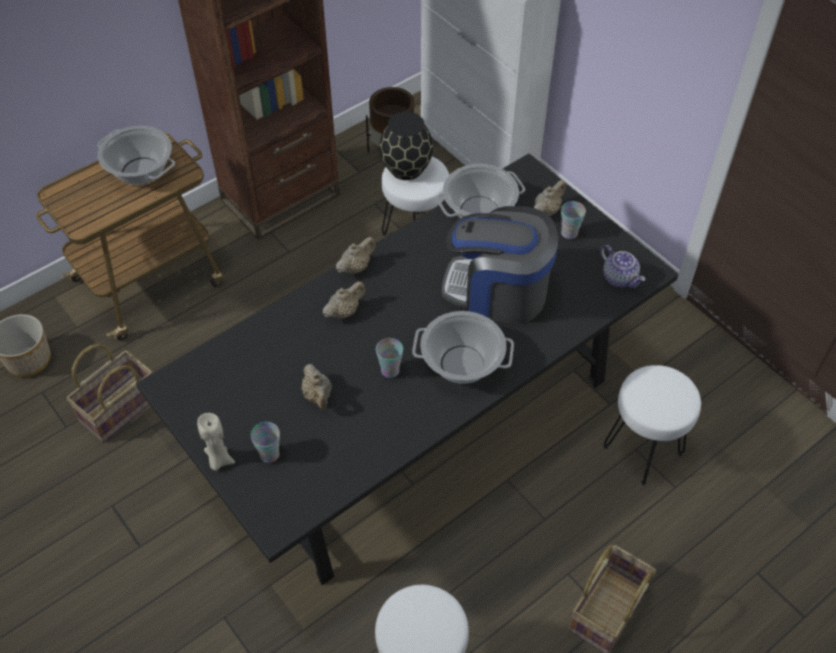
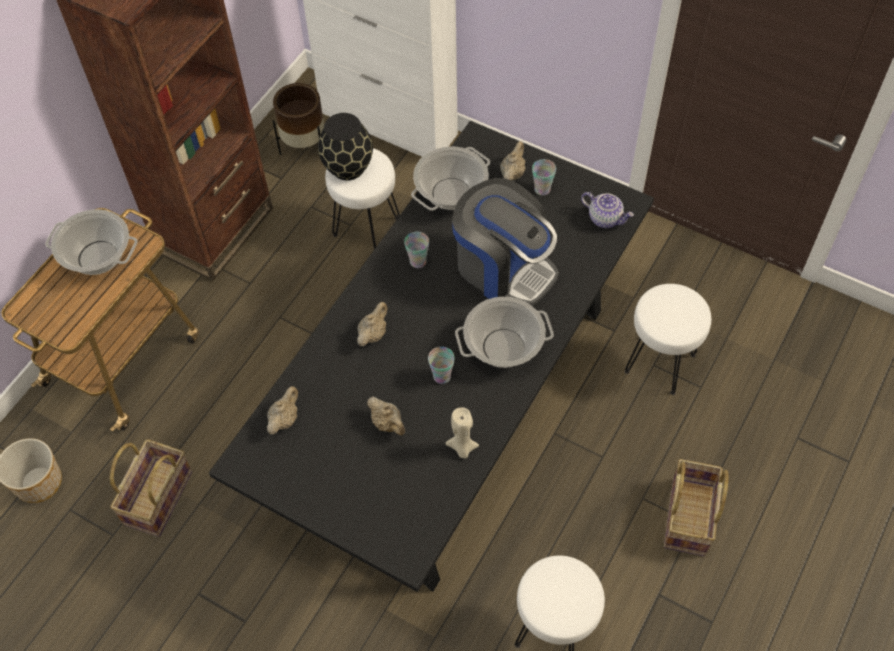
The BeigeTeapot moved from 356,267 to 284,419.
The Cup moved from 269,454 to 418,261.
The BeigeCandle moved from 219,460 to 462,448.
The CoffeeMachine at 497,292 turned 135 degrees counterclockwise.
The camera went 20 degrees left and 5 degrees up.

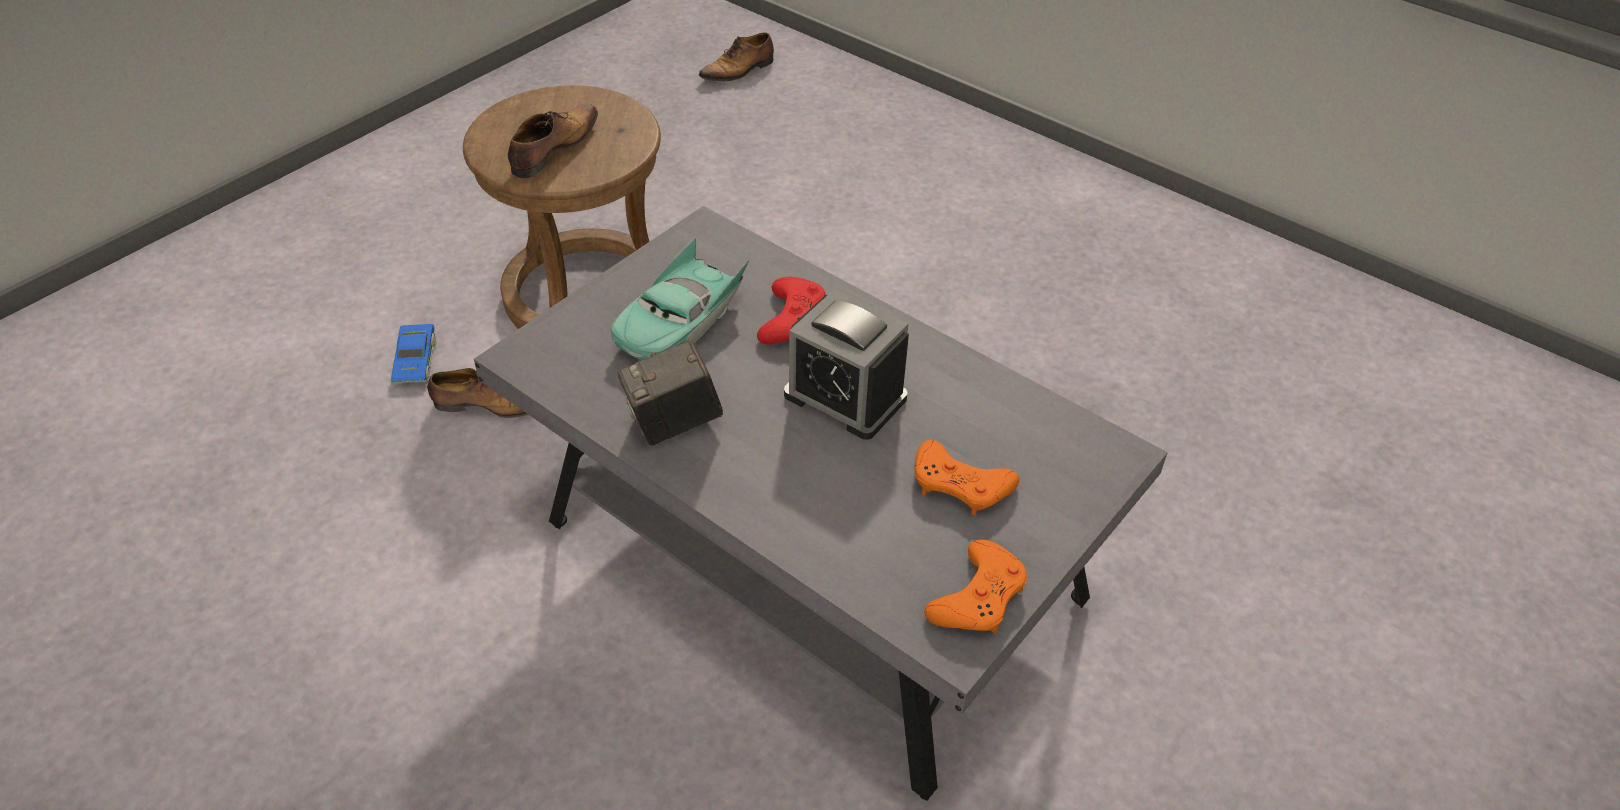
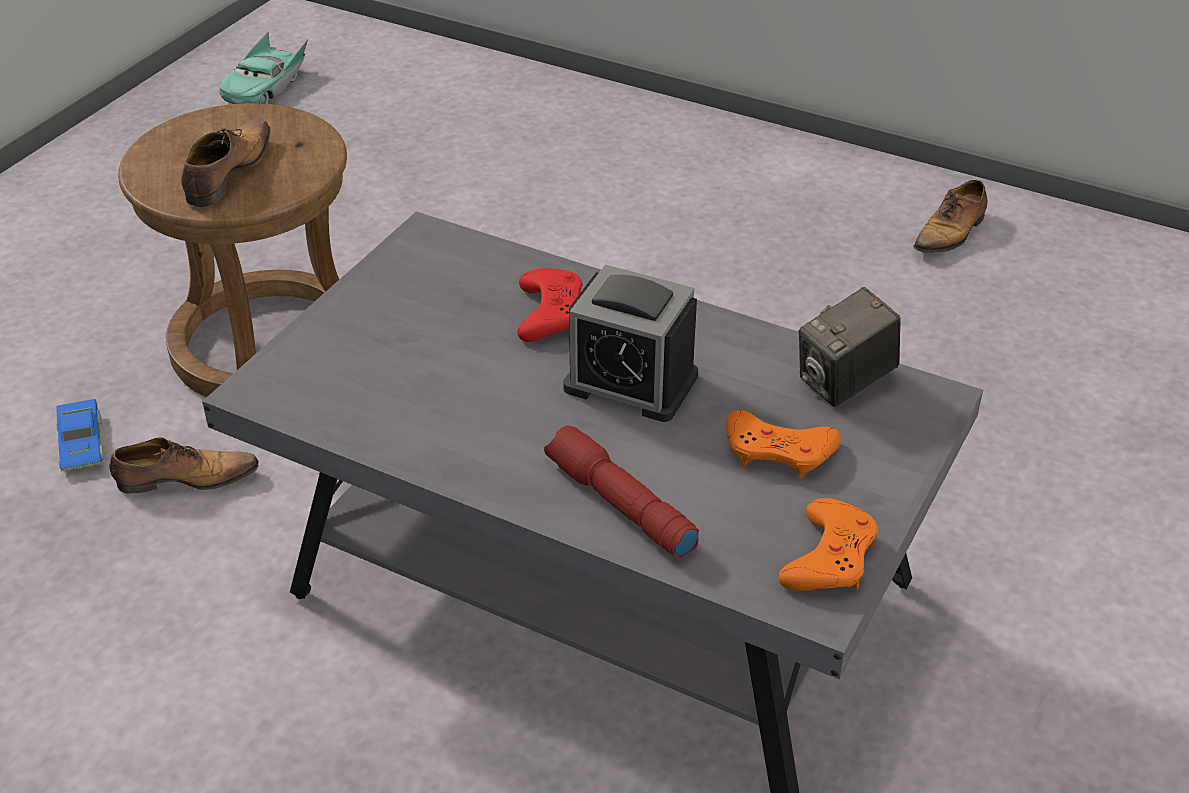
The TurquoiseToyCar moved from 680,323 to 265,87.
The RedFlashlight at 618,505 appeared.
The PhotoCamera moved from 674,423 to 844,383.
The Shoe moved from 739,70 to 950,233.
The camera went 10 degrees left and 5 degrees down.

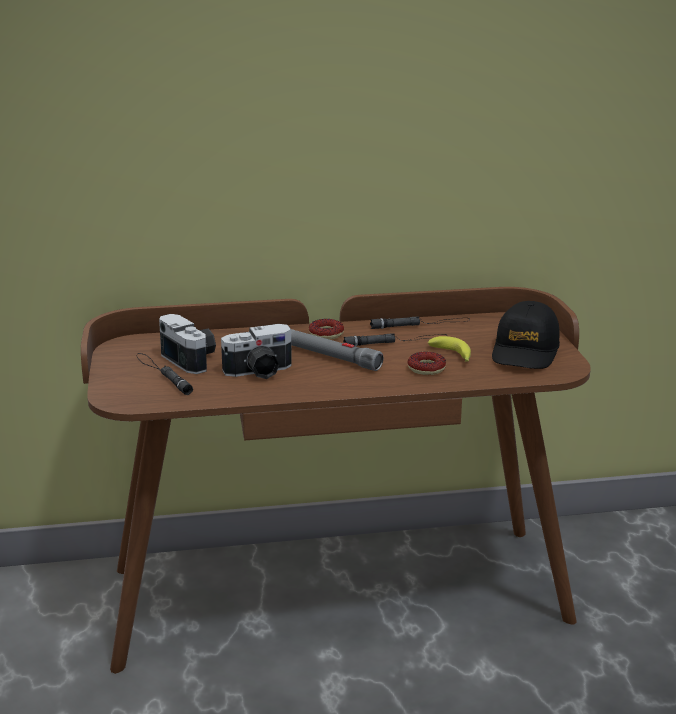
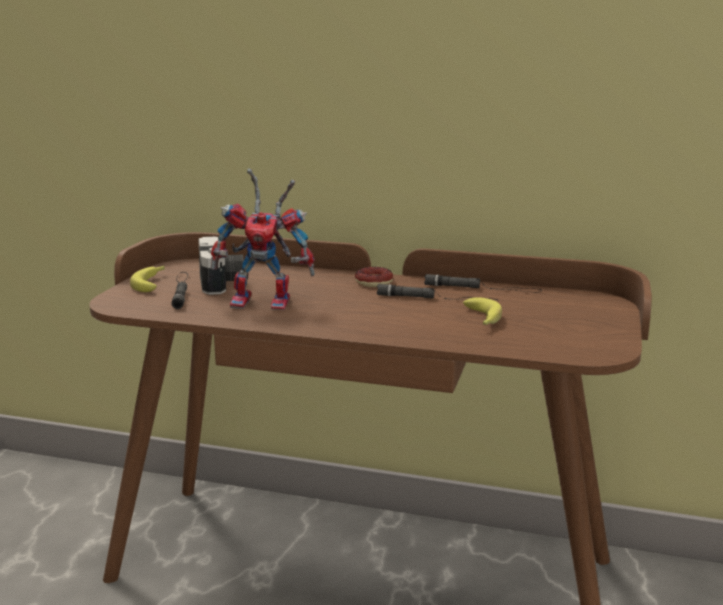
The Banana at 152,283 appeared.
The PhotoCamera at 259,372 was replaced by the ToyRobot at 267,302.
The GreyFlashlight at 331,357 disappeared.
The Donut at 426,368 disappeared.
The BlackCap at 525,351 disappeared.
The camera went 25 degrees right and 5 degrees down.

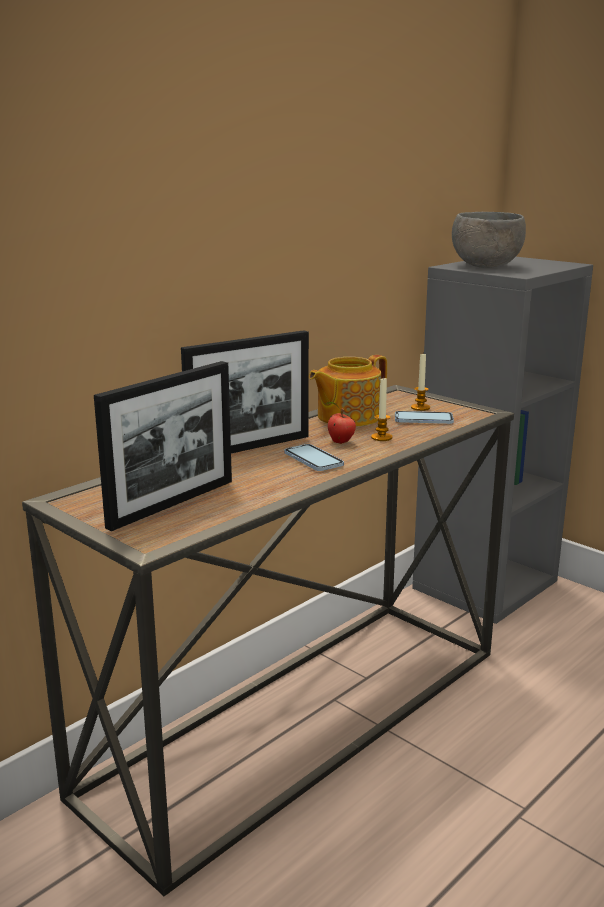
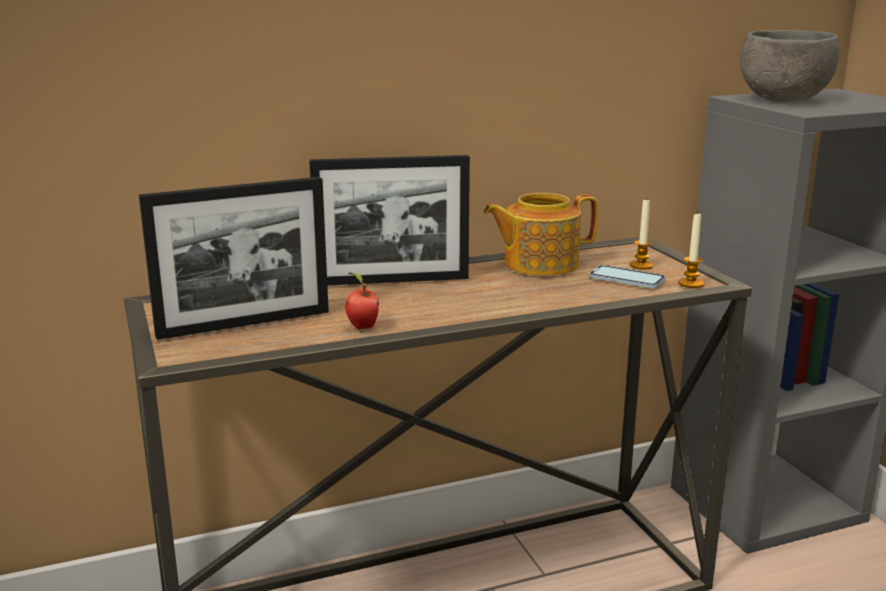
The Apple moved from 339,442 to 361,326.
The Candle moved from 381,437 to 690,284.
The Phone at 313,460 disappeared.
The camera went 25 degrees right and 0 degrees up.

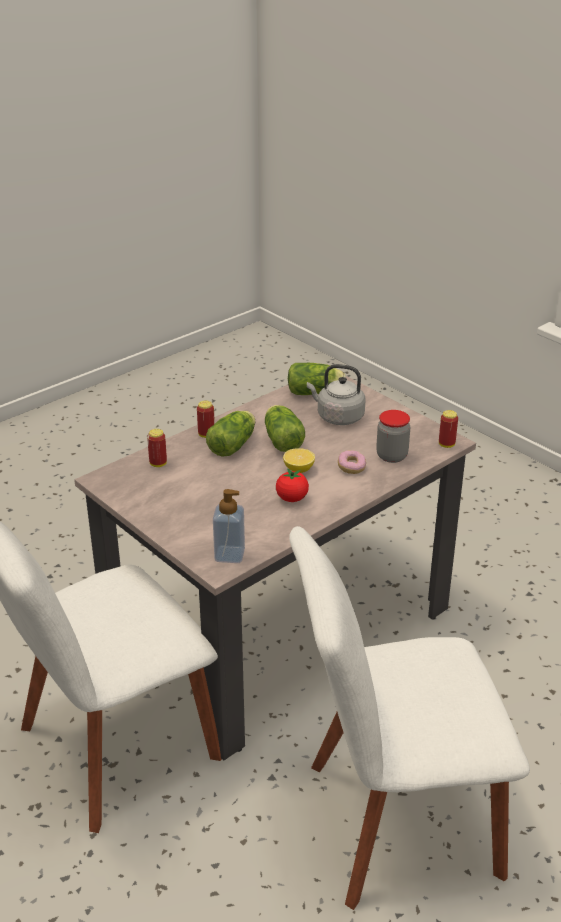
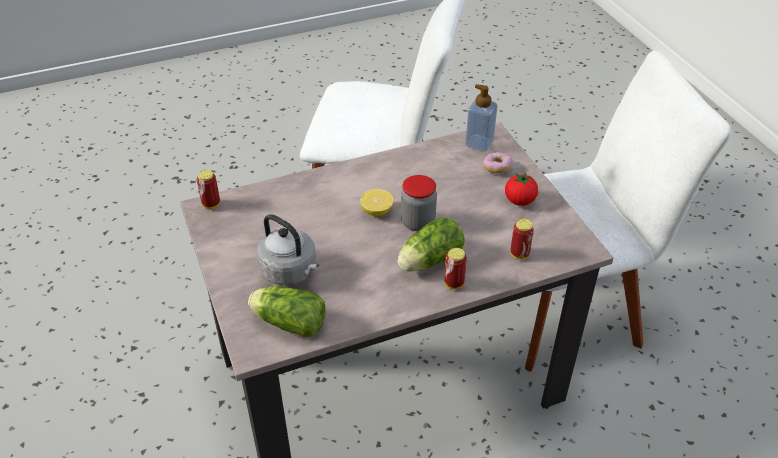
The Jar moved from 391,456 to 418,222.
The Donut moved from 351,467 to 497,168.
The Tomato moved from 292,498 to 519,201.
The Lettuce at 282,439 disappeared.
The camera went 160 degrees left and 10 degrees up.

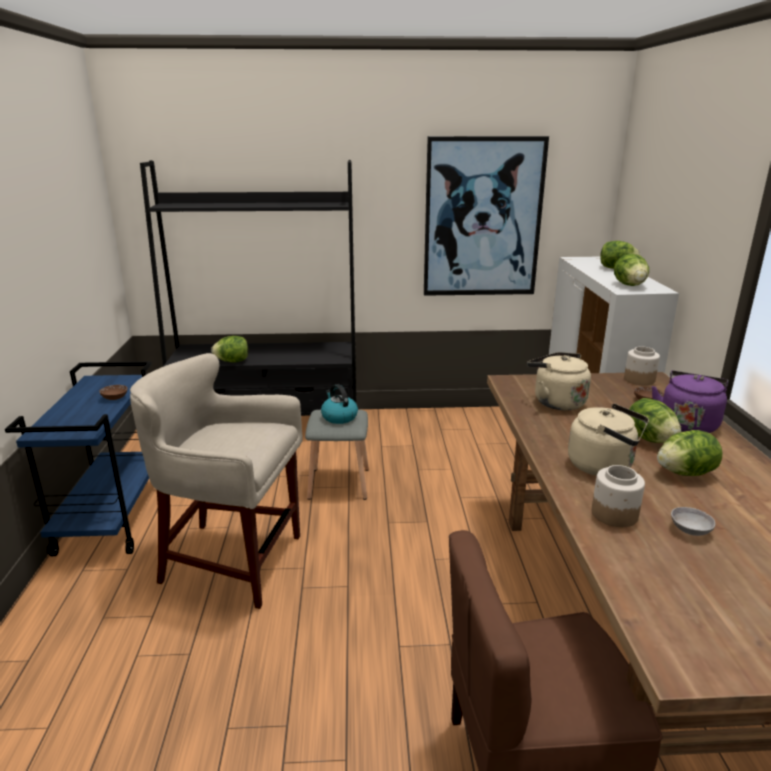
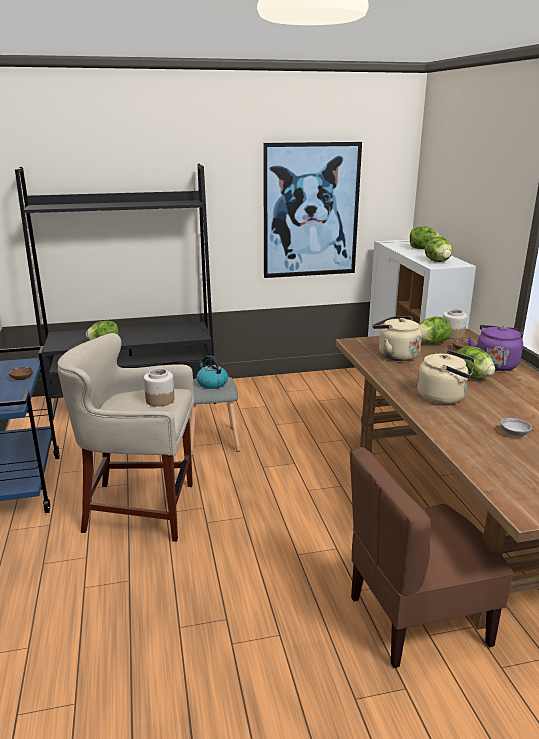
The Jar moved from 613,514 to 159,400.
The Lettuce moved from 685,473 to 431,343.
The camera went 10 degrees left and 0 degrees up.

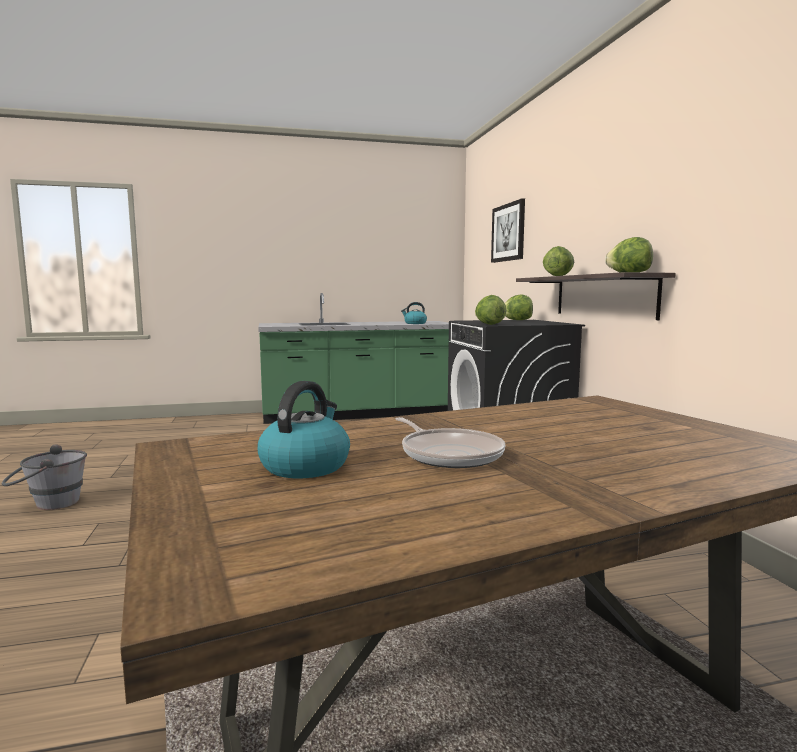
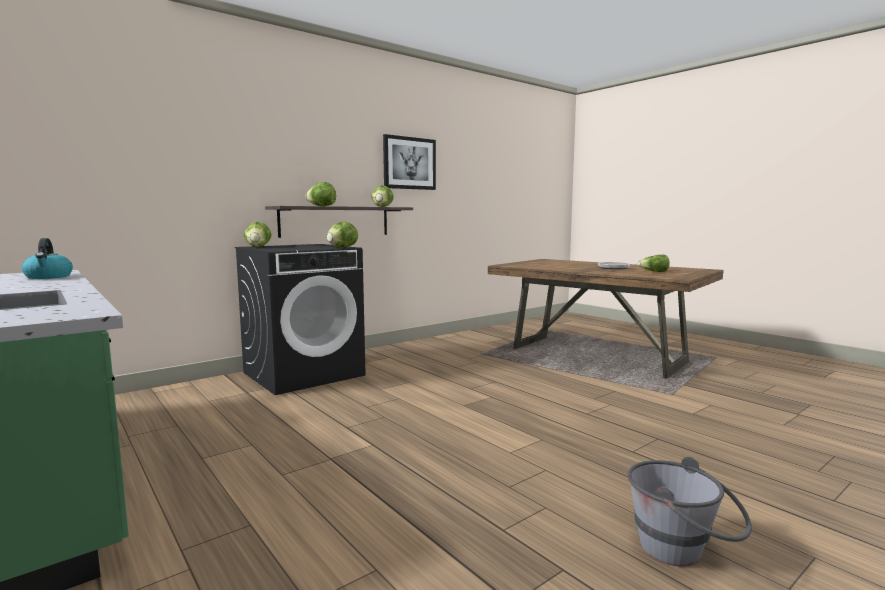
The Picture moved from 508,232 to 409,163.
The Kettle at 305,466 was replaced by the Lettuce at 654,272.
The camera went 115 degrees left and 0 degrees up.

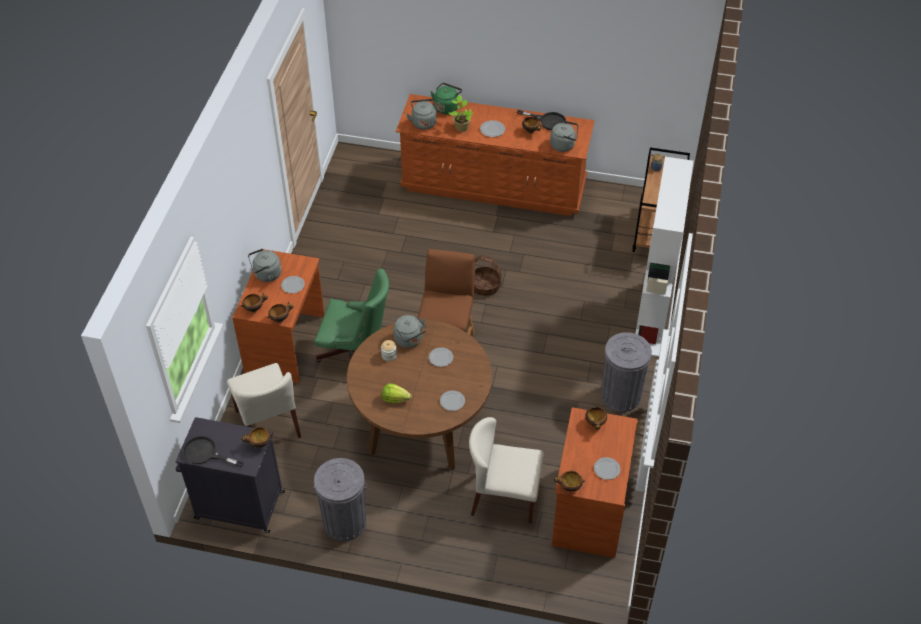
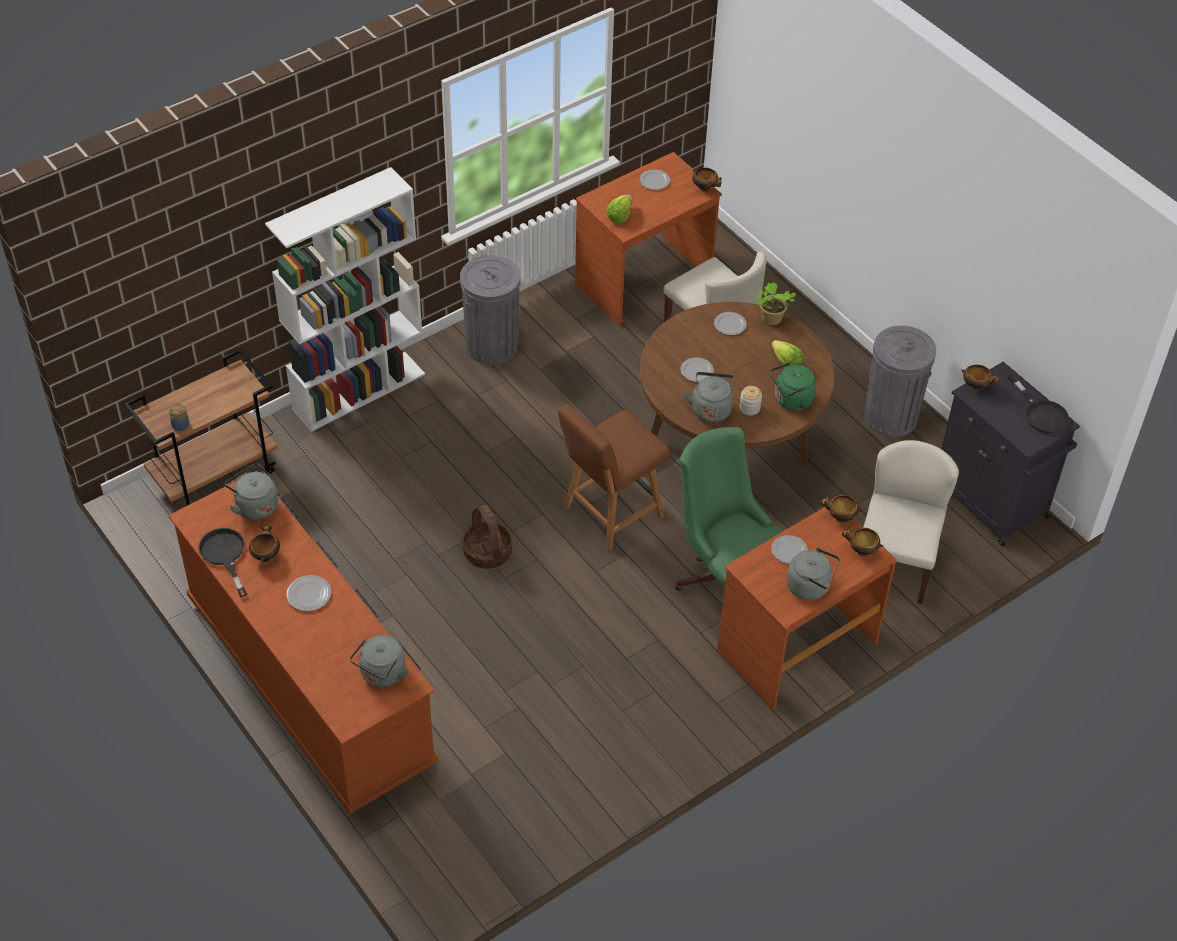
The Bowl at 595,424 was replaced by the Lettuce at 619,216.
The PottedPlant moved from 461,127 to 771,319.
The GreenKettle moved from 446,107 to 791,400.
The camera went 140 degrees left and 0 degrees up.

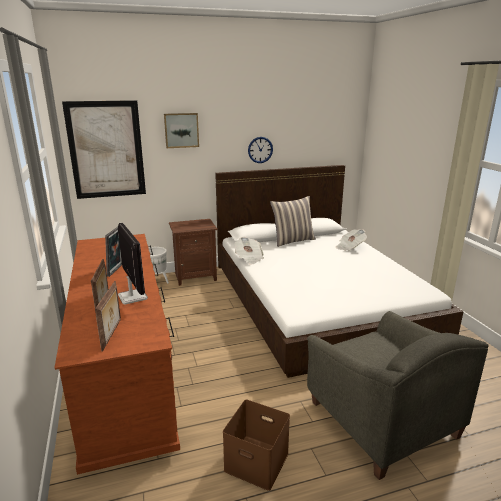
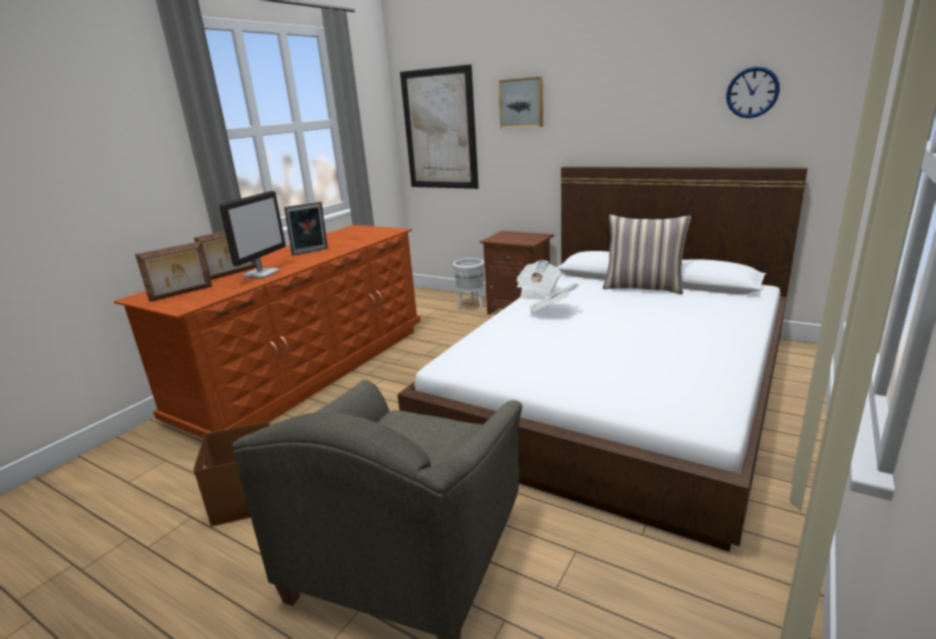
The Newspaper moved from 350,247 to 552,311.
The WallClock moved from 260,150 to 752,92.
The camera went 50 degrees right and 0 degrees up.

